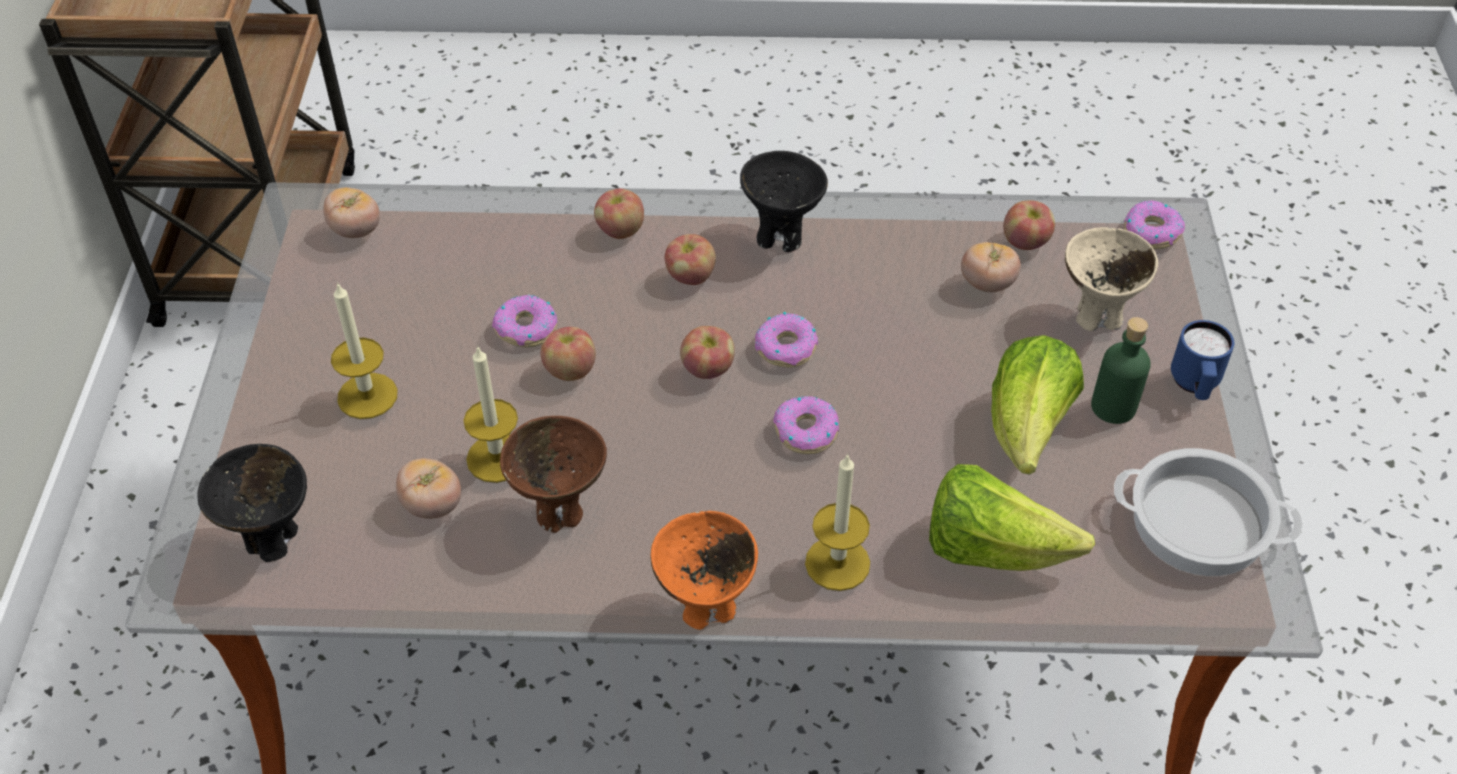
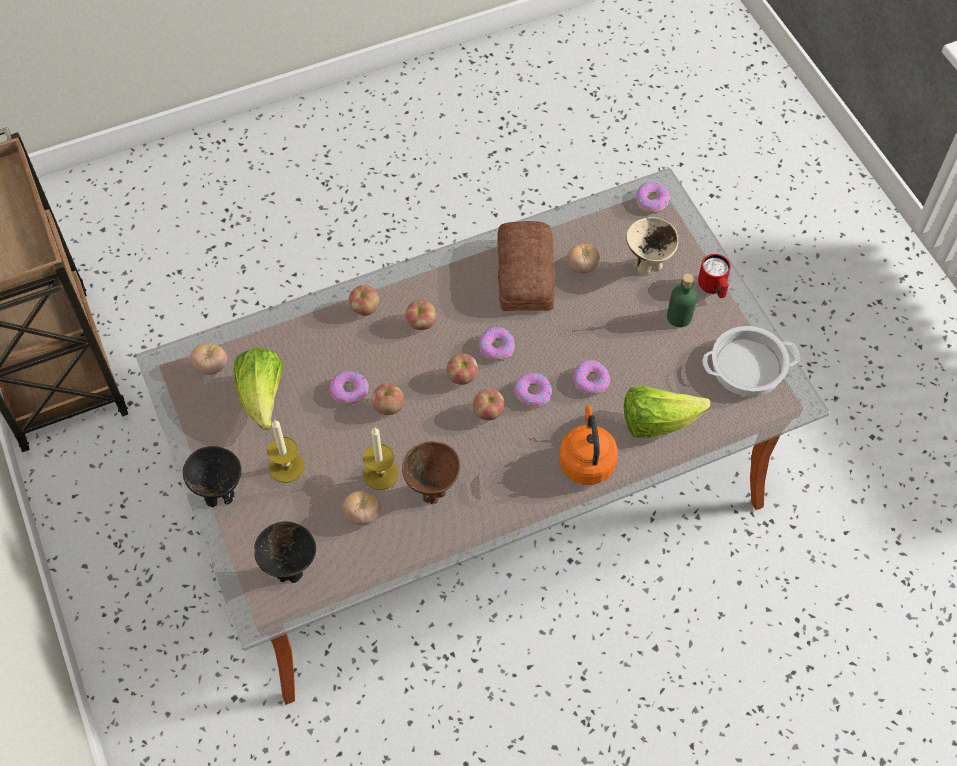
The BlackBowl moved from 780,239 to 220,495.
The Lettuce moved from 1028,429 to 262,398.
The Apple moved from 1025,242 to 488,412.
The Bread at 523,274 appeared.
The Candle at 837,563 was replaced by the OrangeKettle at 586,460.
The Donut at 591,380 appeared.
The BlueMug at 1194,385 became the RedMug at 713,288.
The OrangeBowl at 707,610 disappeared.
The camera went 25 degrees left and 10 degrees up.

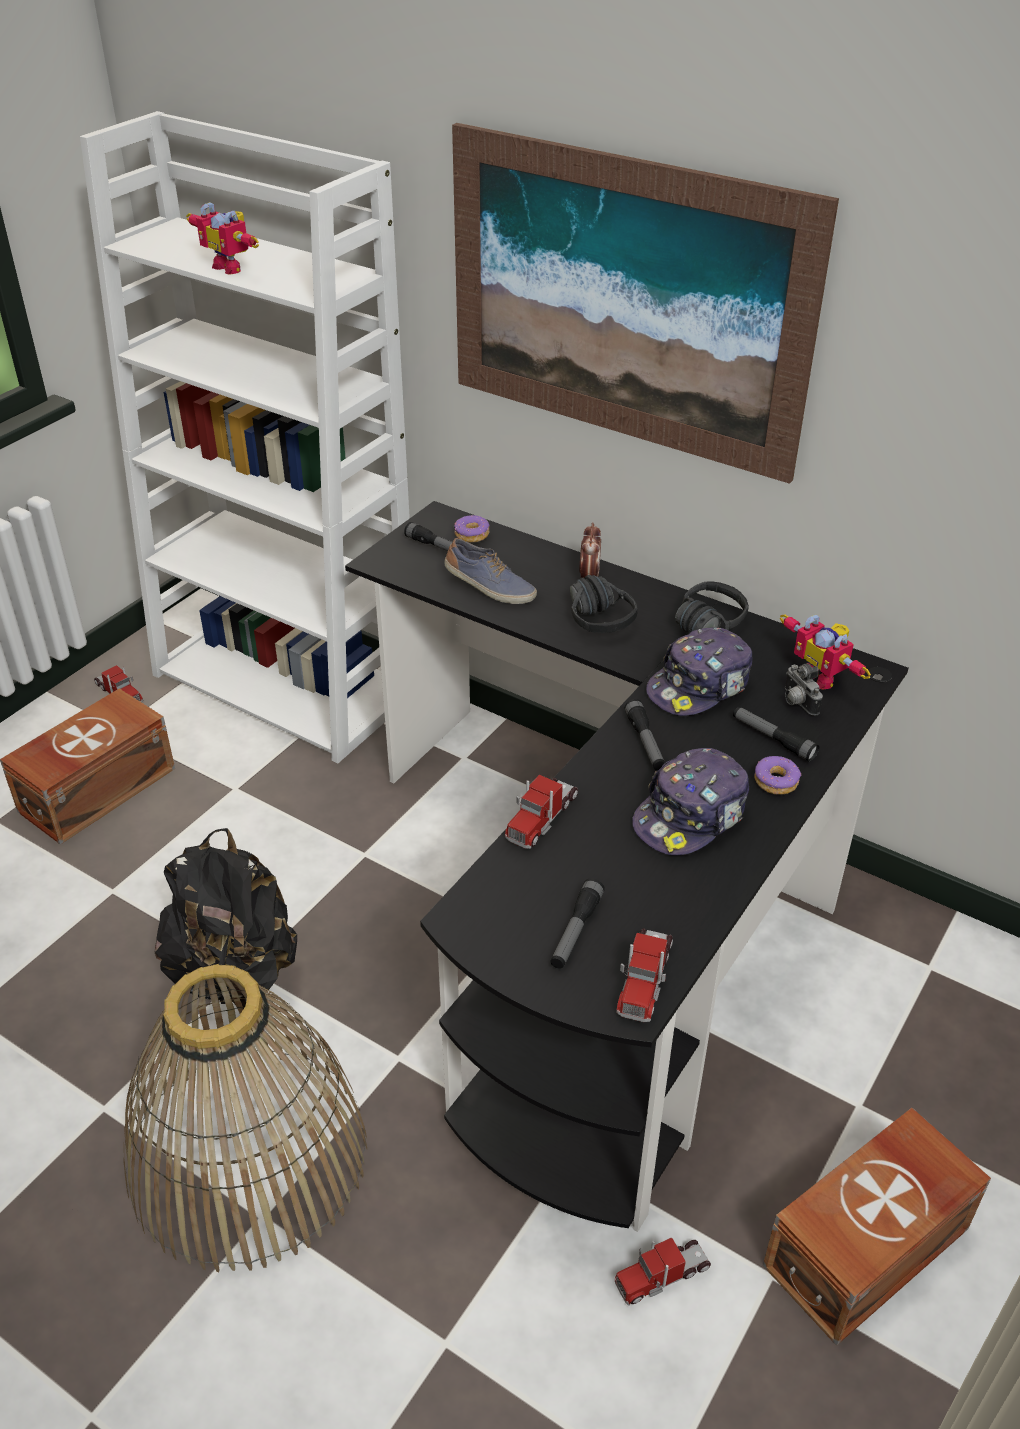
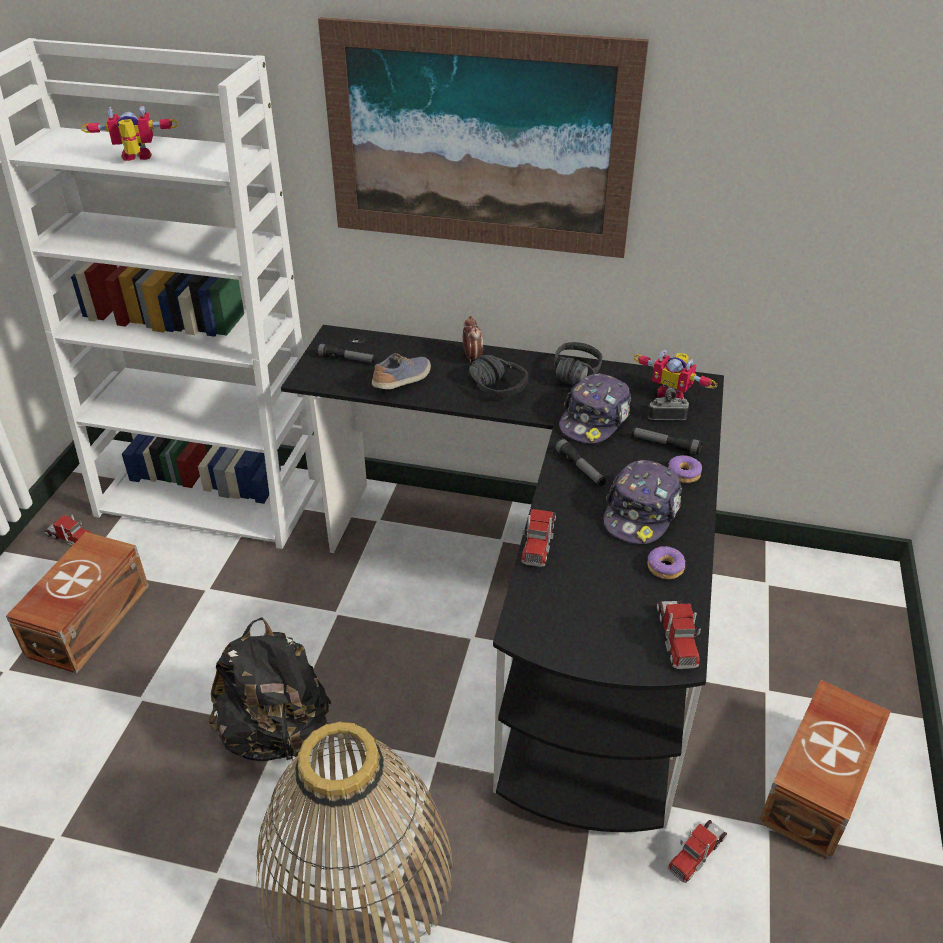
The ToyRobot at 232,267 turned 150 degrees clockwise.
The Shoe at 489,588 turned 60 degrees counterclockwise.
The Donut moved from 472,535 to 665,568.
The PhotoCamera at 796,702 turned 135 degrees clockwise.
The Flashlight at 575,931 disappeared.
The camera went 20 degrees left and 0 degrees up.

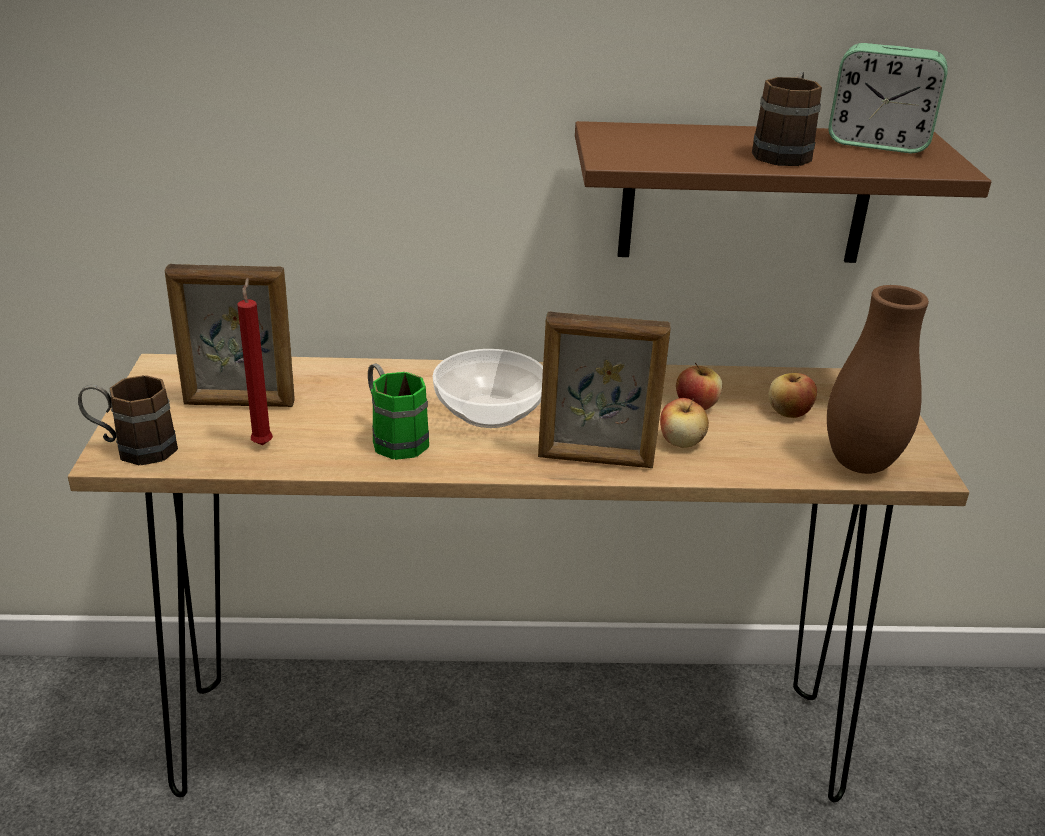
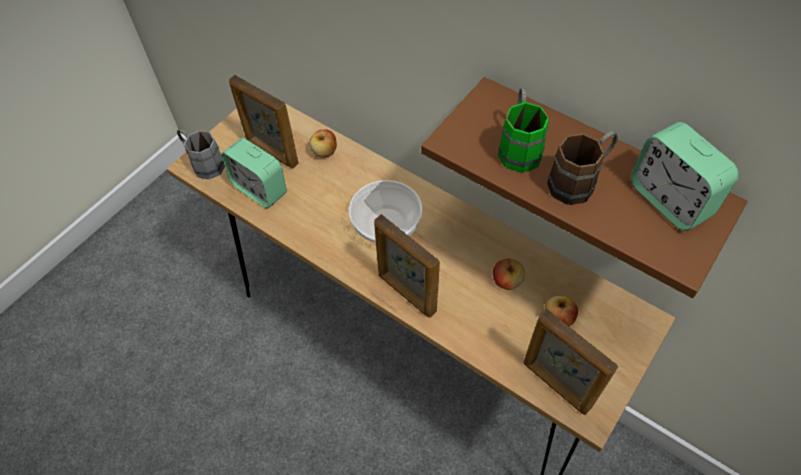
The BrownMug at 133,449 became the GreyMug at 203,163.
The RedCandle at 263,443 was replaced by the AlarmClock at 260,189.
The Apple moved from 681,442 to 325,152.
The GreenMug moved from 393,437 to 519,146.
The BrownVase at 860,464 was replaced by the PictureFrame at 556,385.
The camera went 40 degrees right and 25 degrees up.

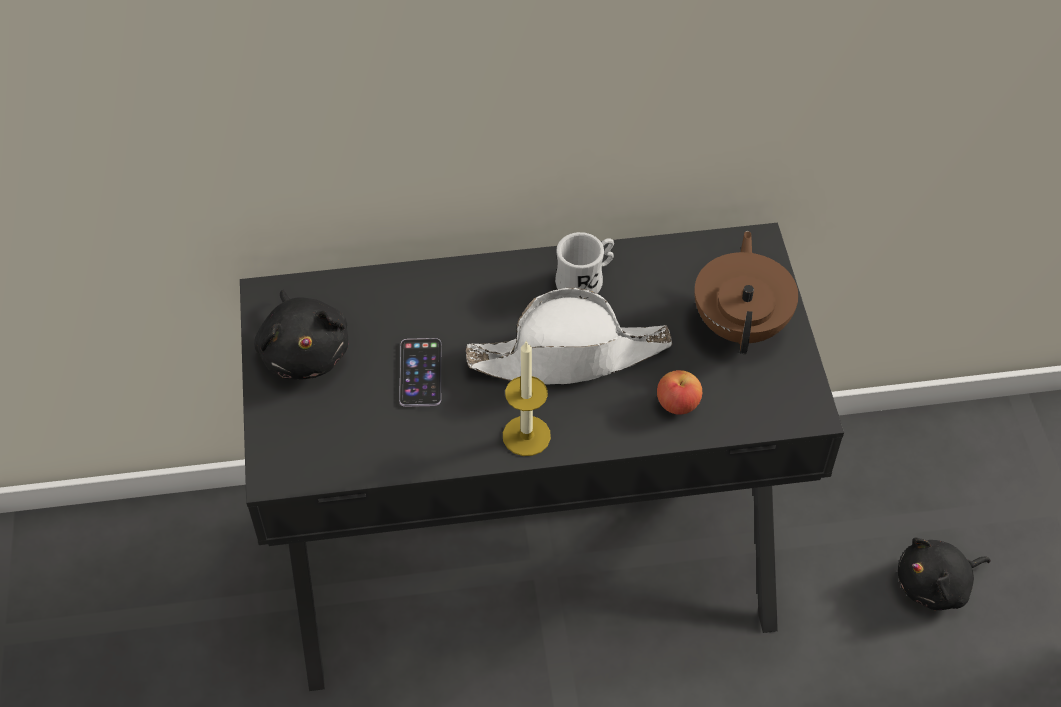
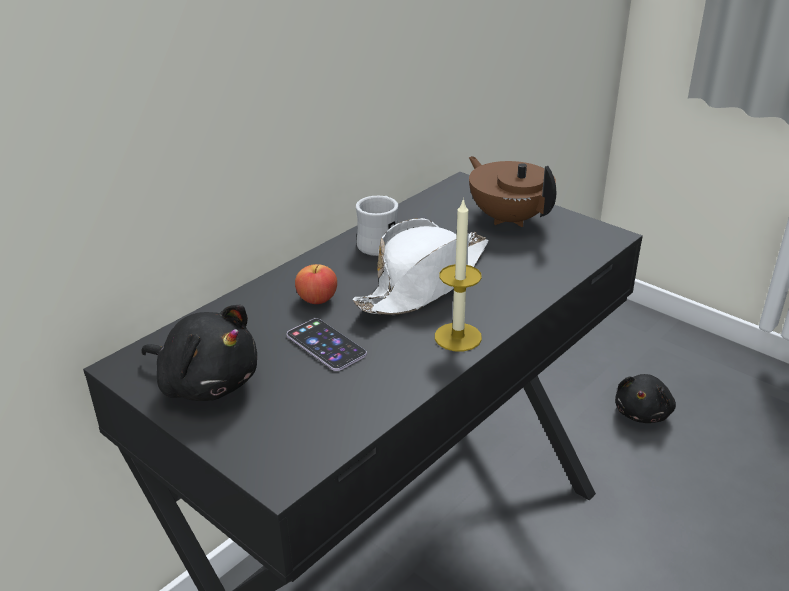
The Apple moved from 677,404 to 317,299.
The camera went 40 degrees left and 20 degrees down.

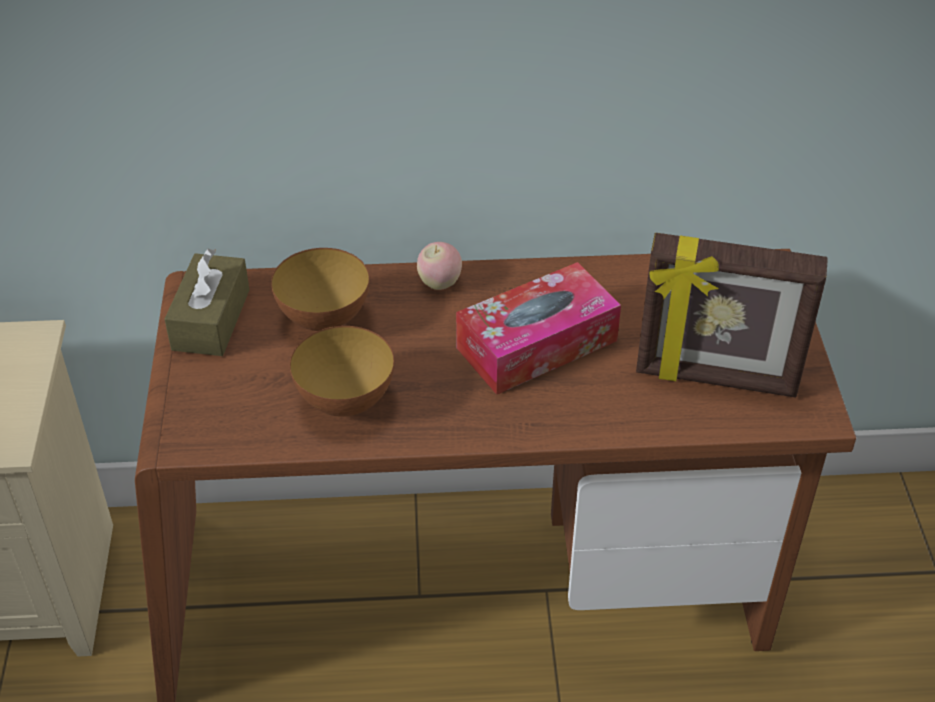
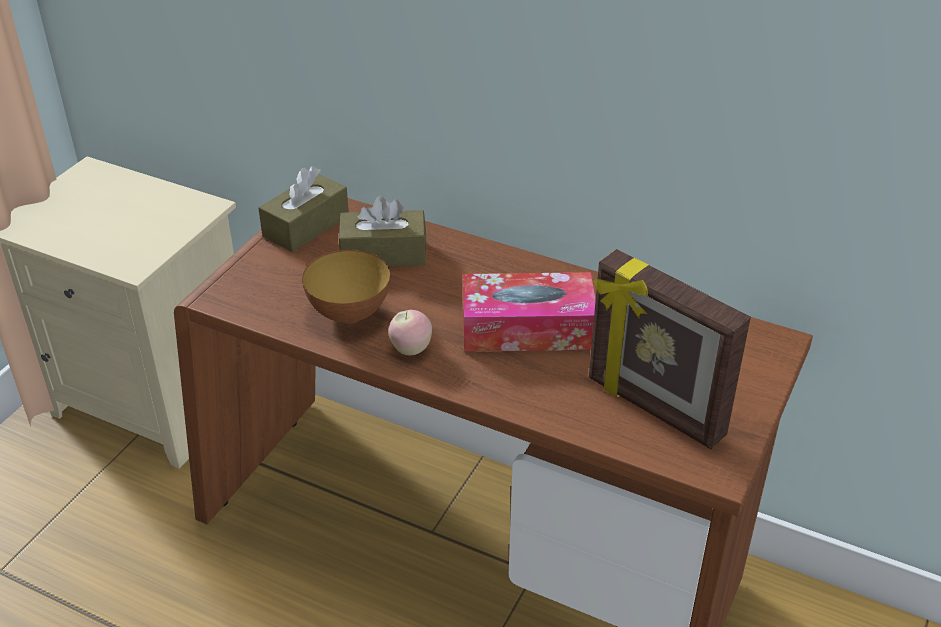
The Bowl at 324,319 was replaced by the BrownTissueBox at 383,253.
The Apple moved from 439,283 to 411,349.
The camera went 30 degrees right and 5 degrees down.

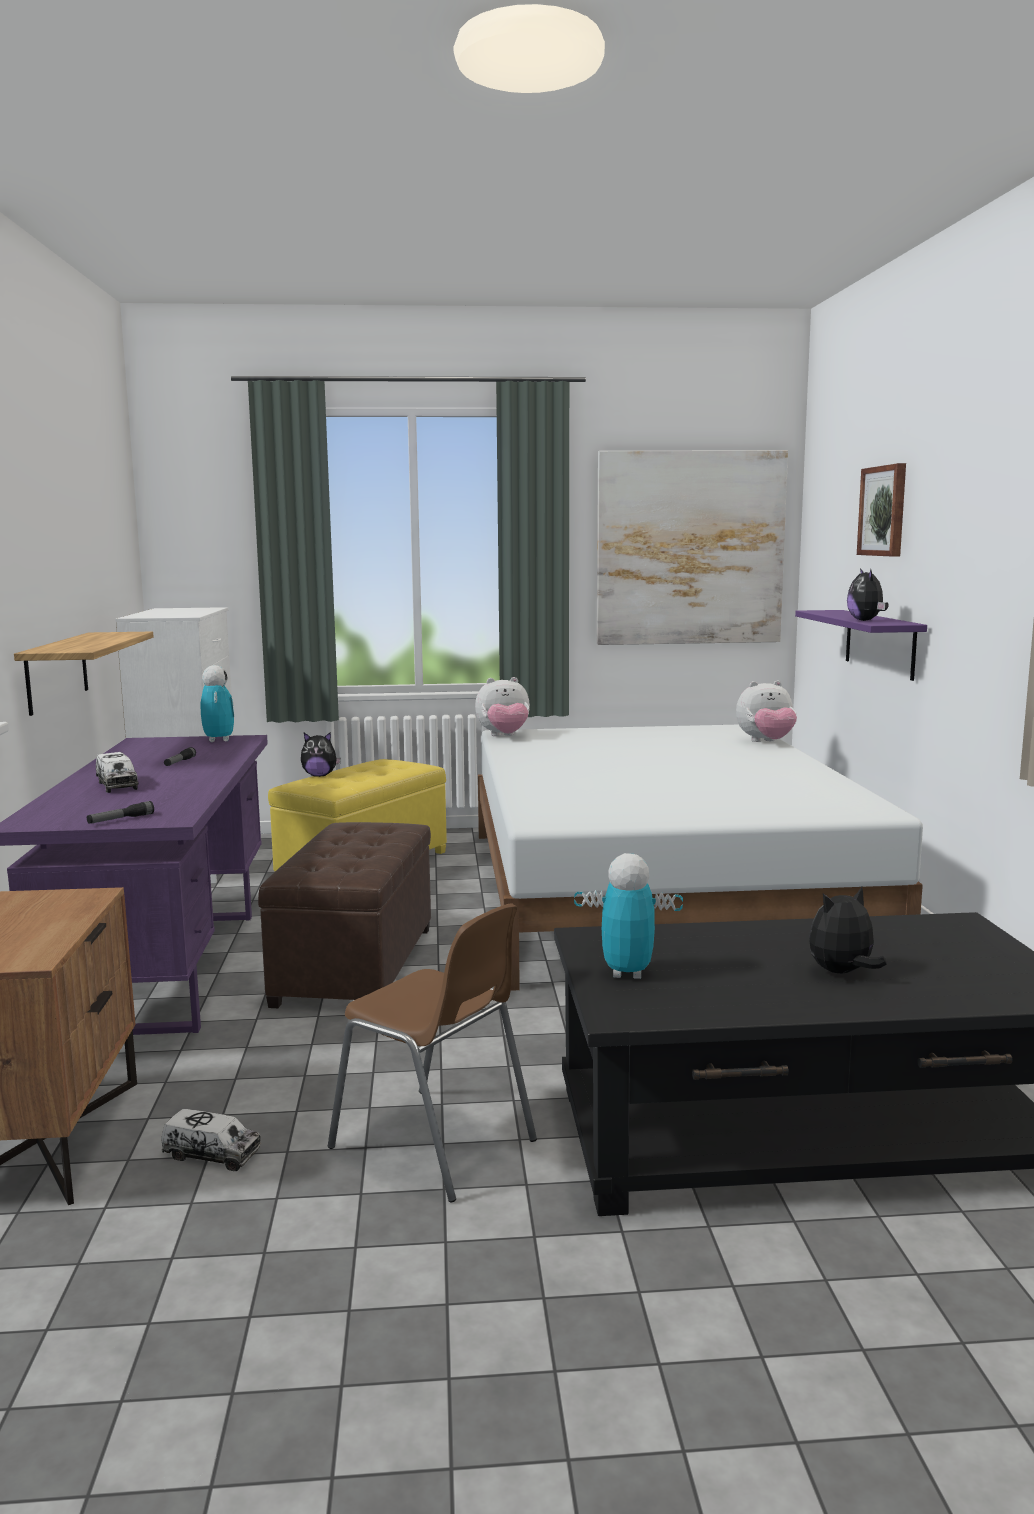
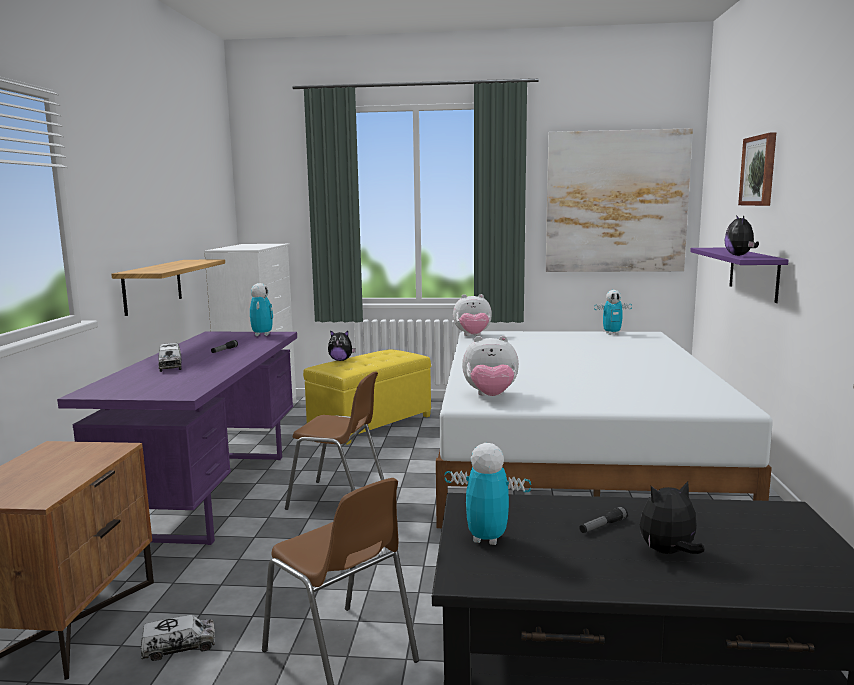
The ToyTruck at 212,1154 turned 45 degrees counterclockwise.
The BrownOttoman at 357,965 was replaced by the BrownChair at 339,500.
The PlushToy moved from 766,742 to 490,396.
The Flashlight moved from 121,819 to 602,526.
The ToyRobot at 612,333 appeared.
The camera went 10 degrees right and 0 degrees up.

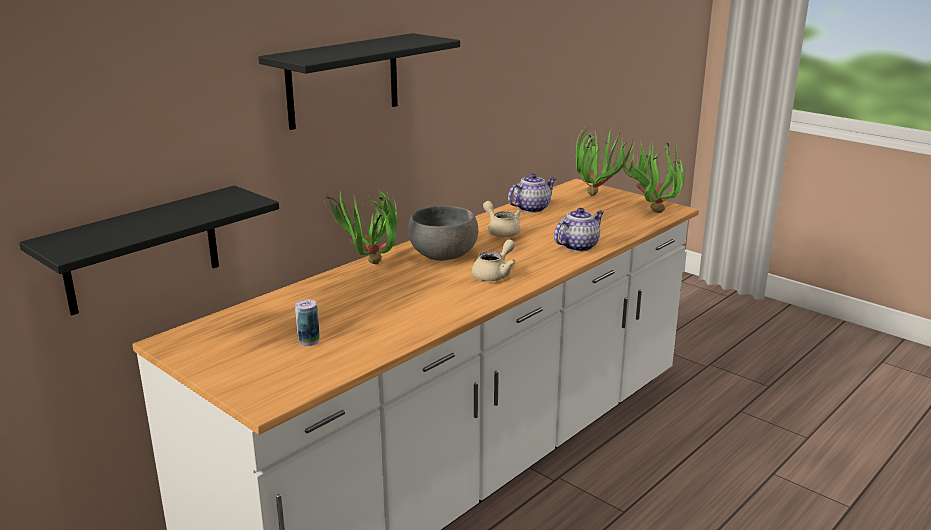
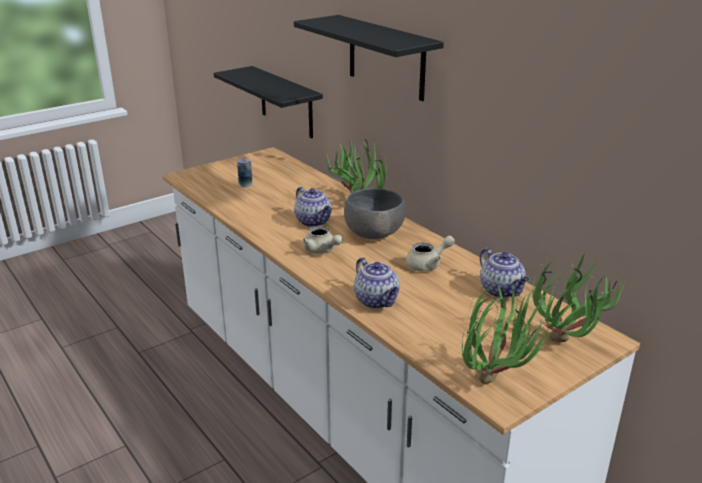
The Teapot at 314,222 appeared.
The camera went 100 degrees right and 5 degrees up.

